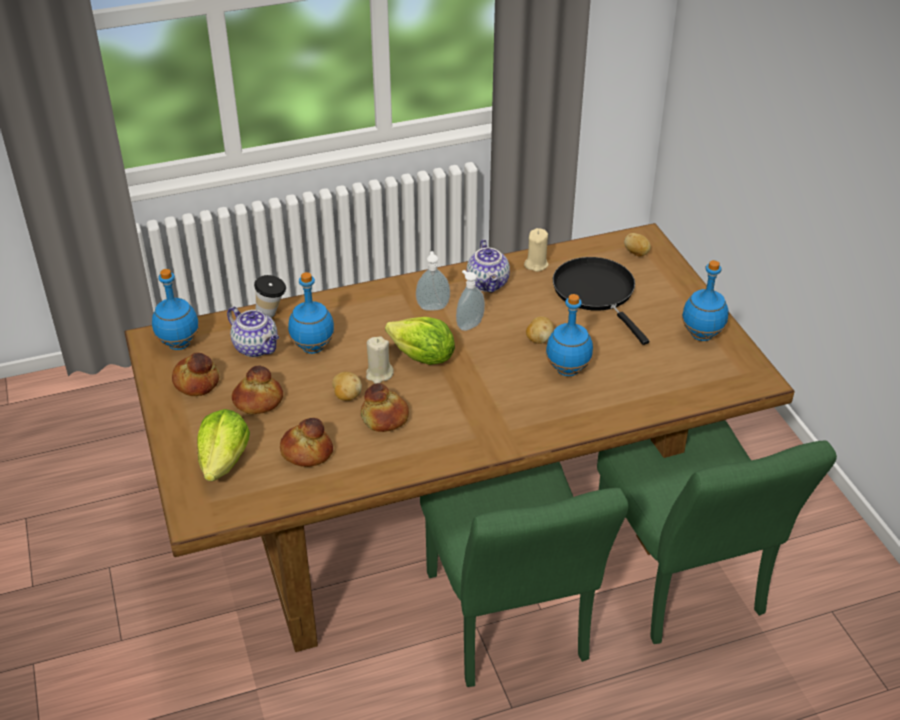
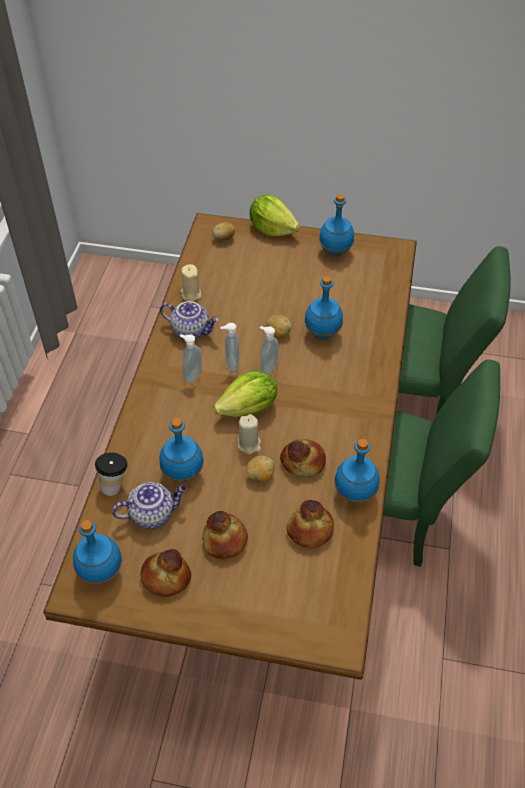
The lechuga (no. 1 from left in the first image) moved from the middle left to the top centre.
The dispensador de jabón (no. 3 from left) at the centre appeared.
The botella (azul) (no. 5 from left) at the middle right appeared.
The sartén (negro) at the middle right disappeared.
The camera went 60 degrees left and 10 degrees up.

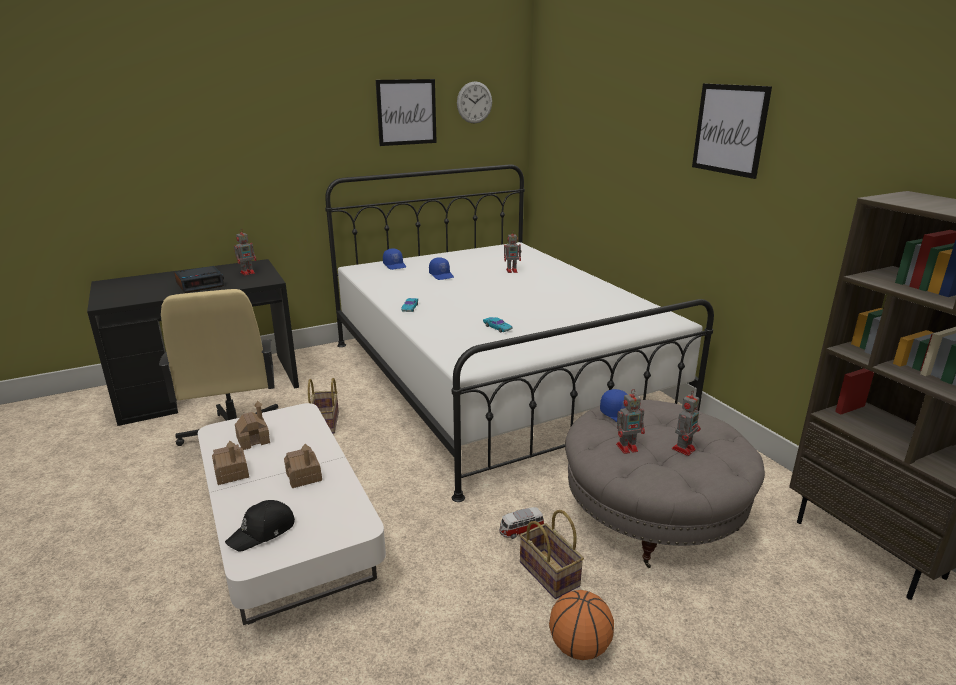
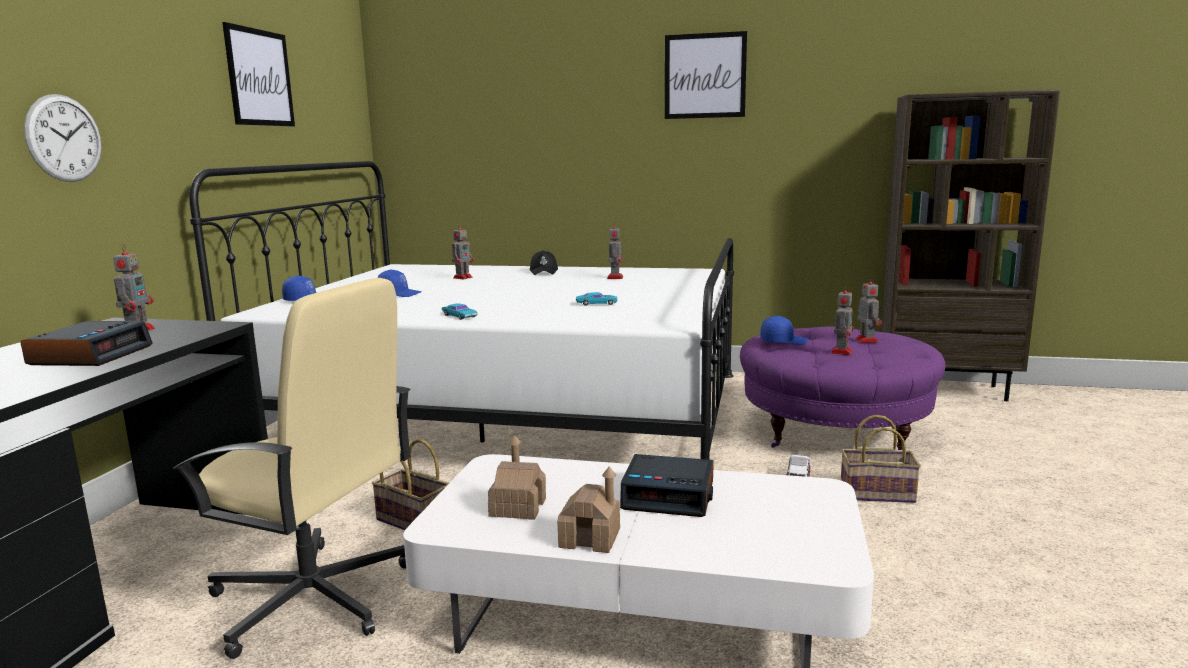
The reloj de pared moved from the top centre to the top left.
The gorra (negro) moved from the bottom left to the centre.
The robot de juguete (no. 3 from left) at the centre appeared.
The casita (no. 3 from left) at the bottom left was replaced by the despertador (no. 2 from left) at the bottom centre.
The puf (gris) at the bottom right became the puf (morado) at the middle right.
The balón de baloncesto at the bottom centre disappeared.
The camera went 50 degrees left and 10 degrees down.

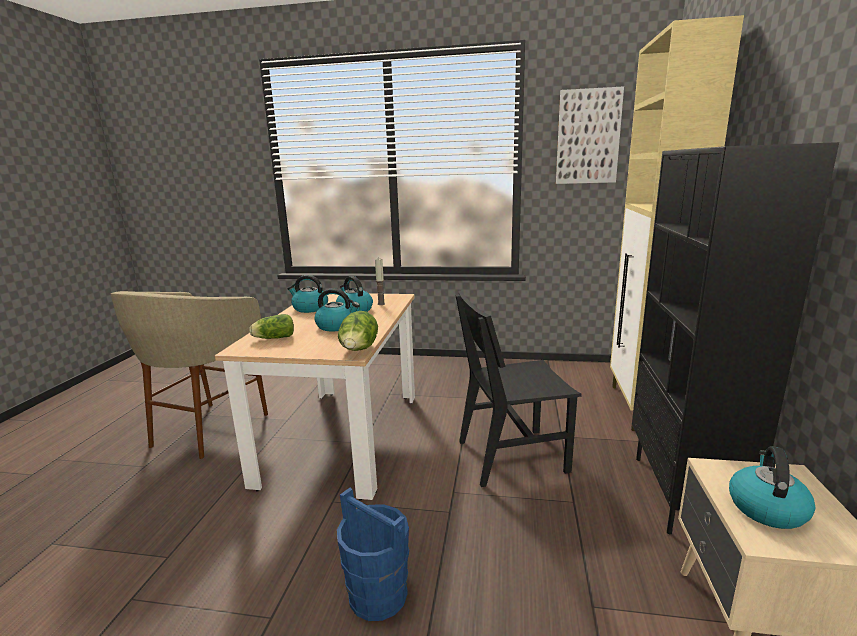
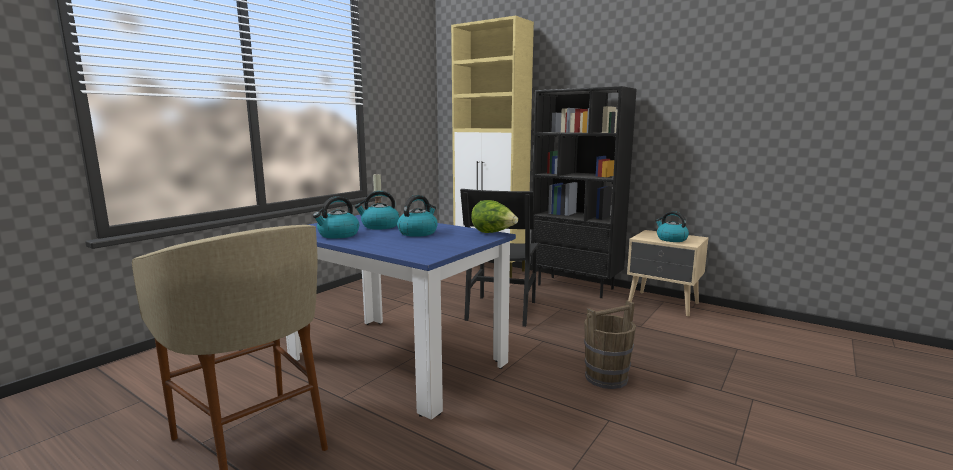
The mesa de comedor (beis) at the centre became the mesa de comedor (azul) at the bottom centre.
The cubo (azul) at the bottom centre became the cubo (marrón) at the bottom centre.
The lechuga (no. 1 from left) at the middle left disappeared.
The cuadro at the top right disappeared.
The camera went 65 degrees left and 5 degrees down.

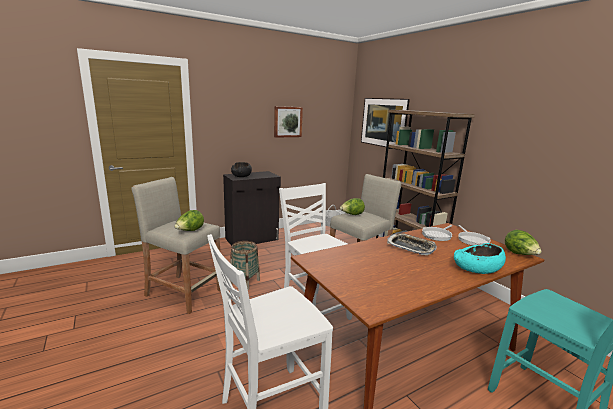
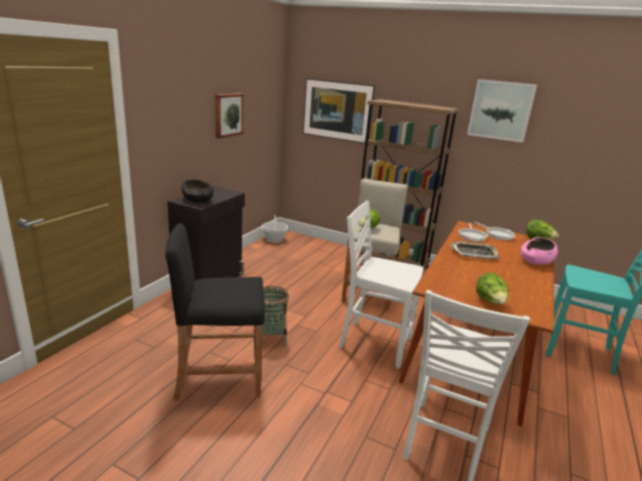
The taburete (beis) (no. 1 from left) at the middle left became the taburete (negro) at the centre.
The cuadro (no. 3 from left) at the top right appeared.
The lechuga (no. 1 from left in the first image) moved from the middle left to the middle right.
The cuenco (turquesa) at the middle right became the cuenco (rosa) at the middle right.
The camera went 35 degrees left and 5 degrees up.

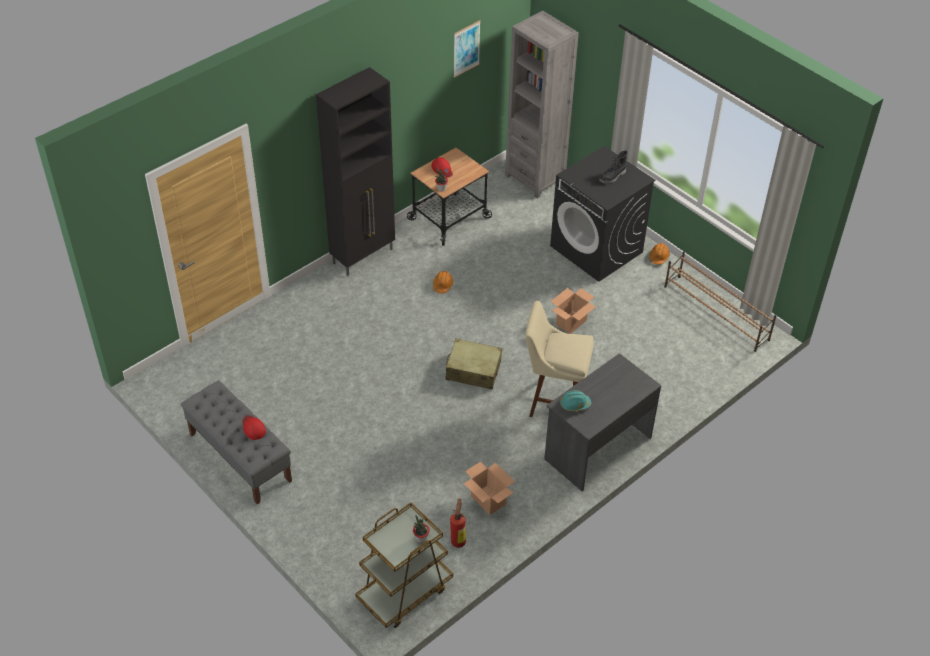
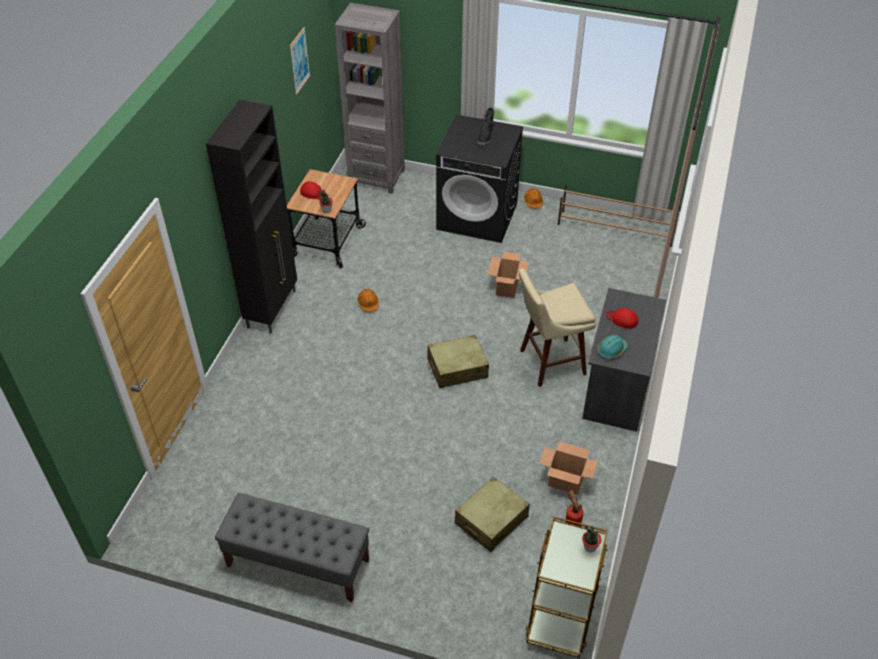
The maleta (beis) (no. 2 from left) at the bottom centre appeared.
The gorra (rojo) (no. 1 from left in the first image) moved from the middle left to the middle right.
The camera went 30 degrees left and 0 degrees up.

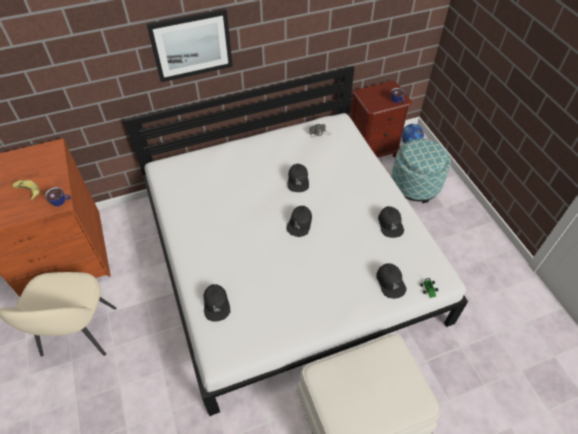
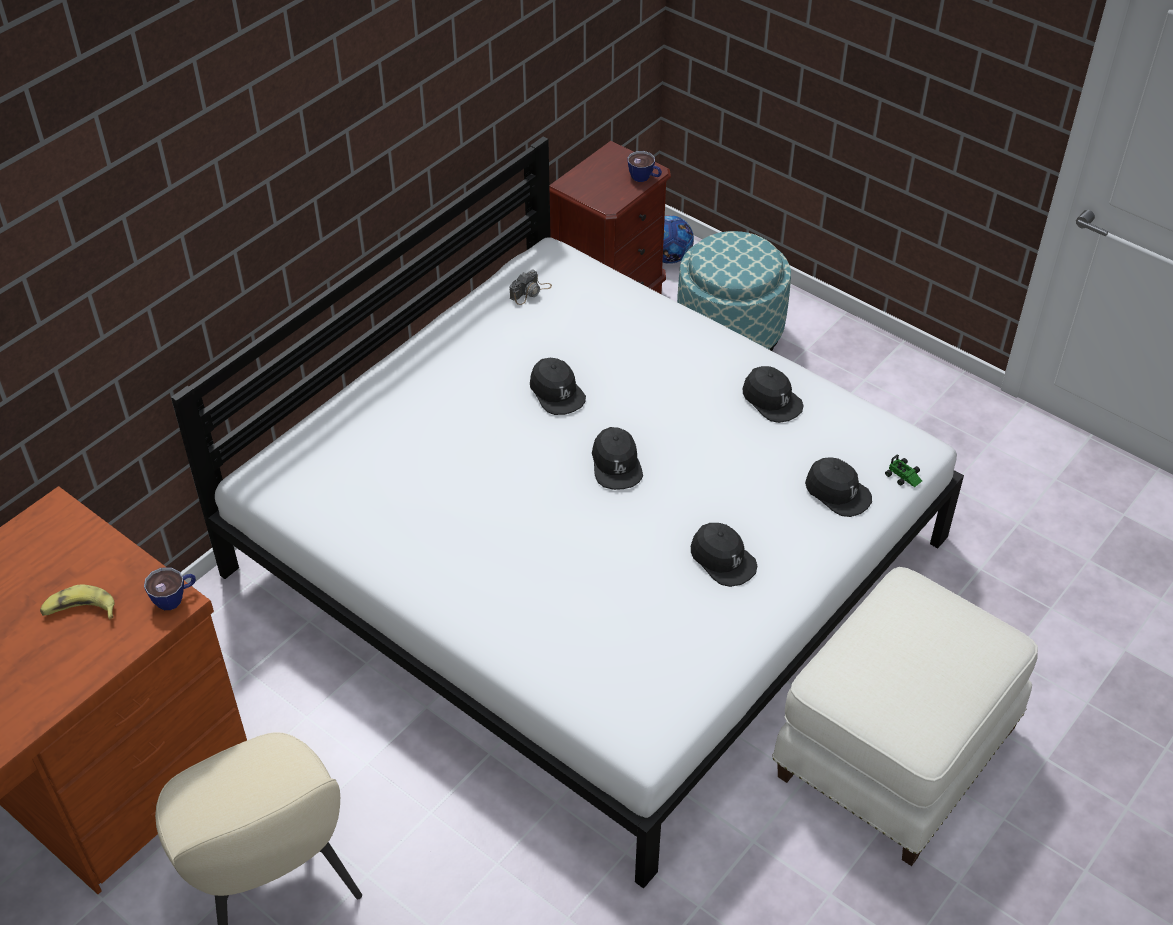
The gorra (negro) (no. 1 from left in the first image) moved from the bottom centre to the centre.
The cuadro at the top left disappeared.
The camera went 30 degrees left and 5 degrees down.

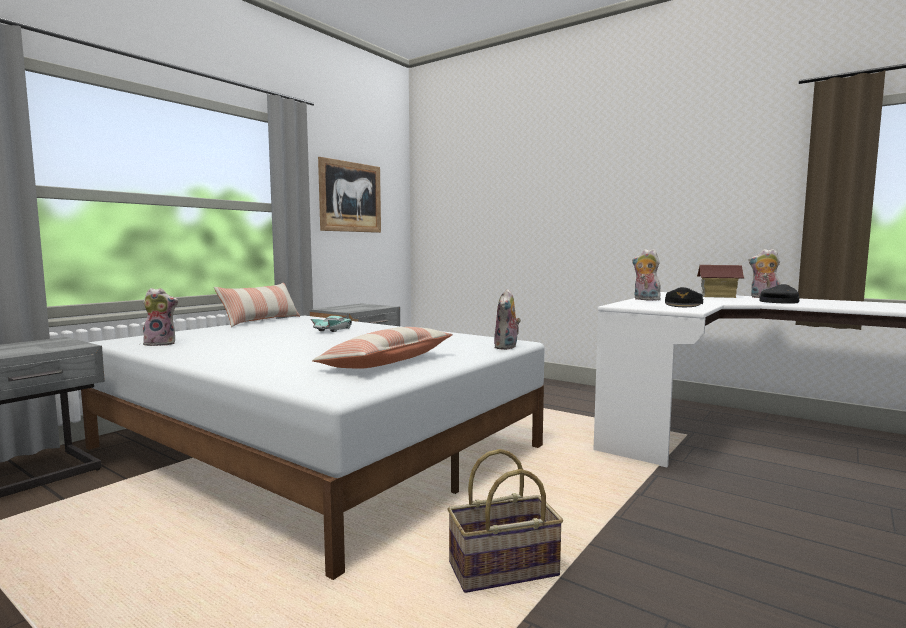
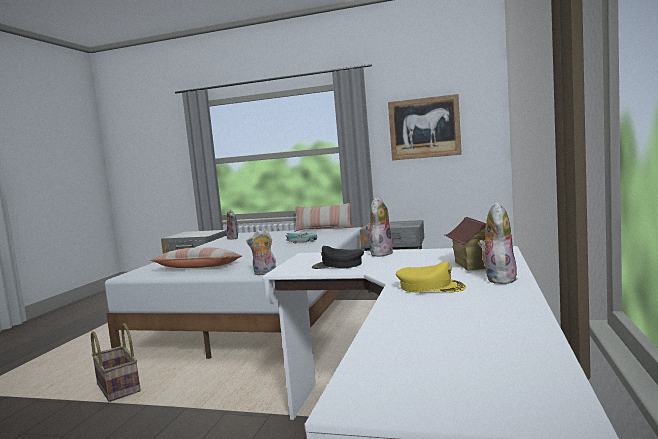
The gorra (negro) (no. 2 from left) at the middle right became the gorra (amarillo) at the centre.
The camera went 70 degrees right and 0 degrees up.

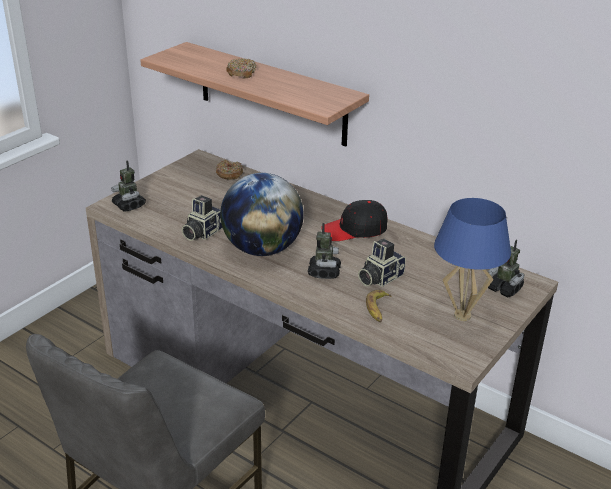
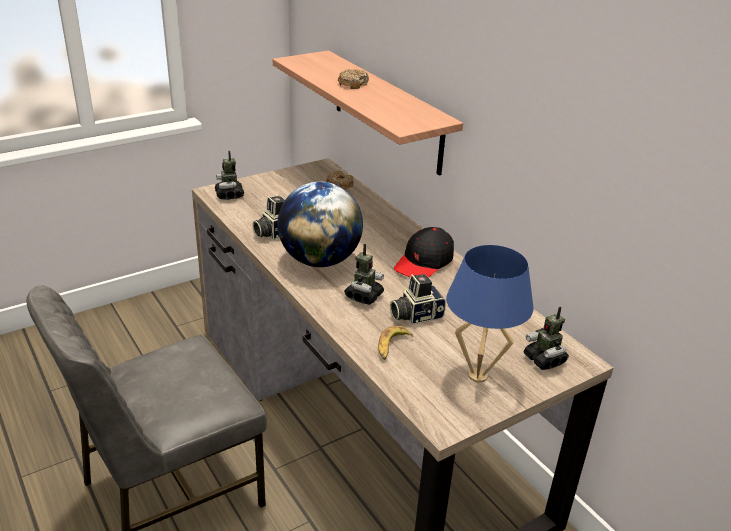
The gorra (negro) at the centre turned 60 degrees counterclockwise.
The camera went 20 degrees right and 0 degrees up.

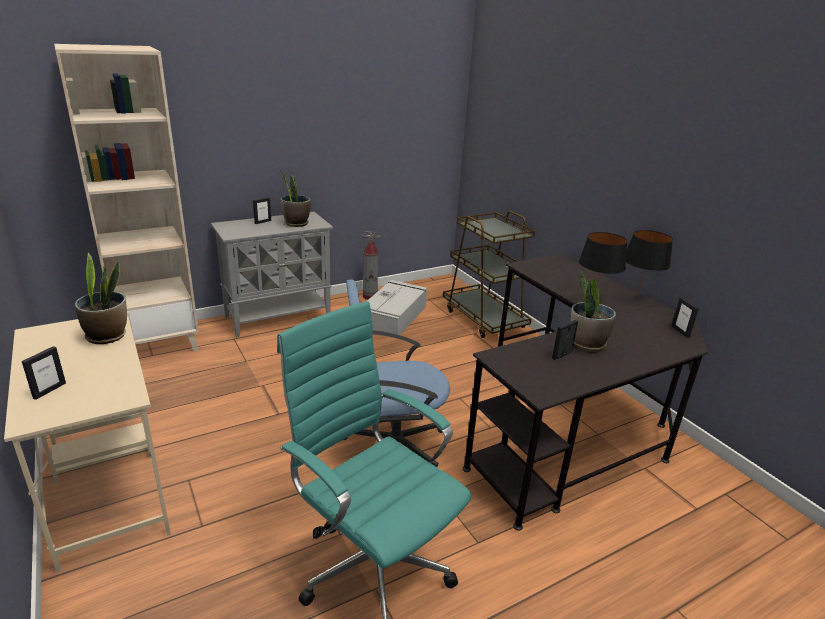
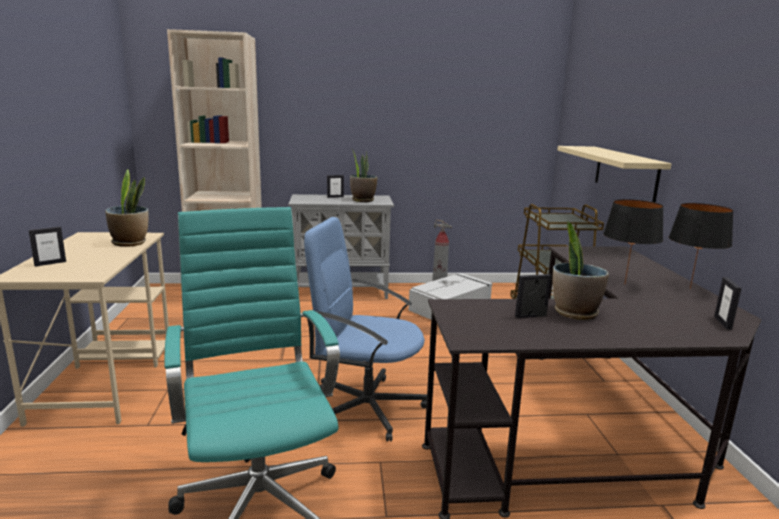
The estante (beis) at the middle right appeared.
The camera went 25 degrees right and 10 degrees down.

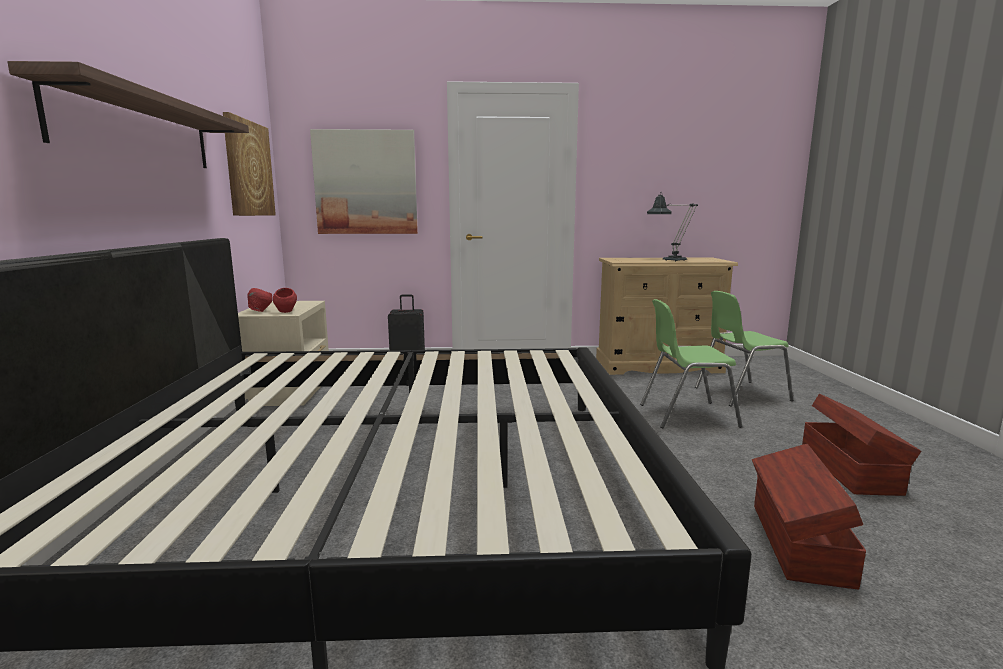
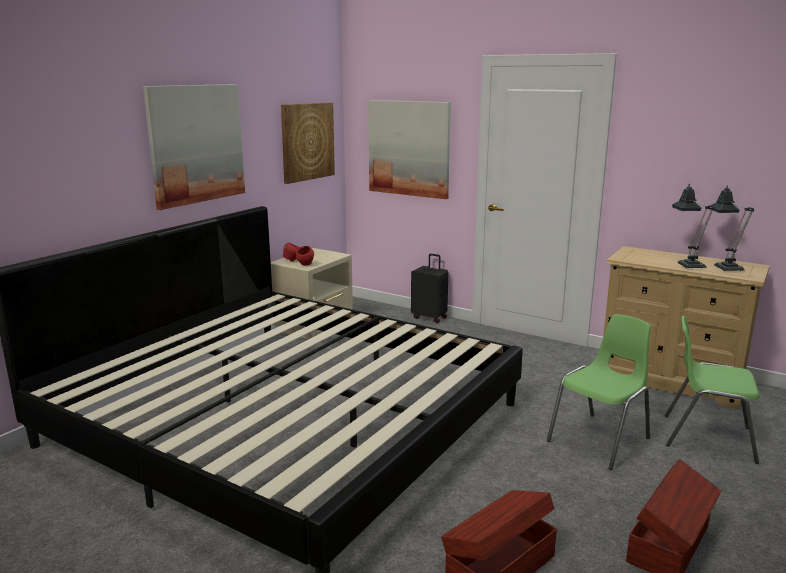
The estante at the top left was replaced by the cuadro (no. 1 from left) at the top left.
The silla (verde) (no. 1 from left) at the middle right turned 105 degrees clockwise.
The lámpara de mesa (no. 2 from left) at the middle right appeared.
The camera went 35 degrees right and 5 degrees up.

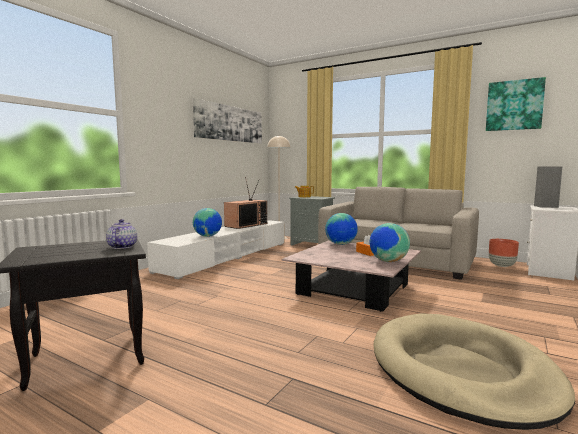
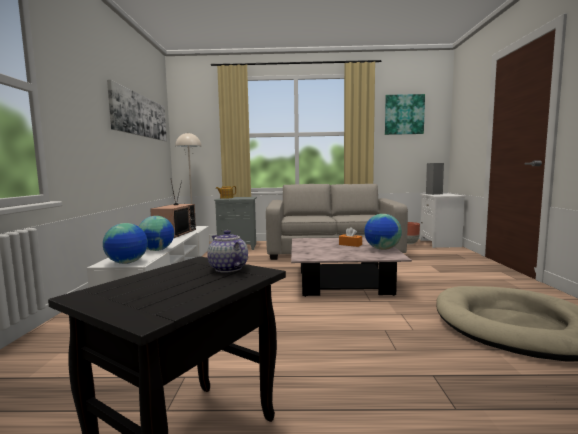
The globo terráqueo (no. 2 from left in the first image) moved from the centre to the middle left.
The camera went 30 degrees left and 0 degrees up.

